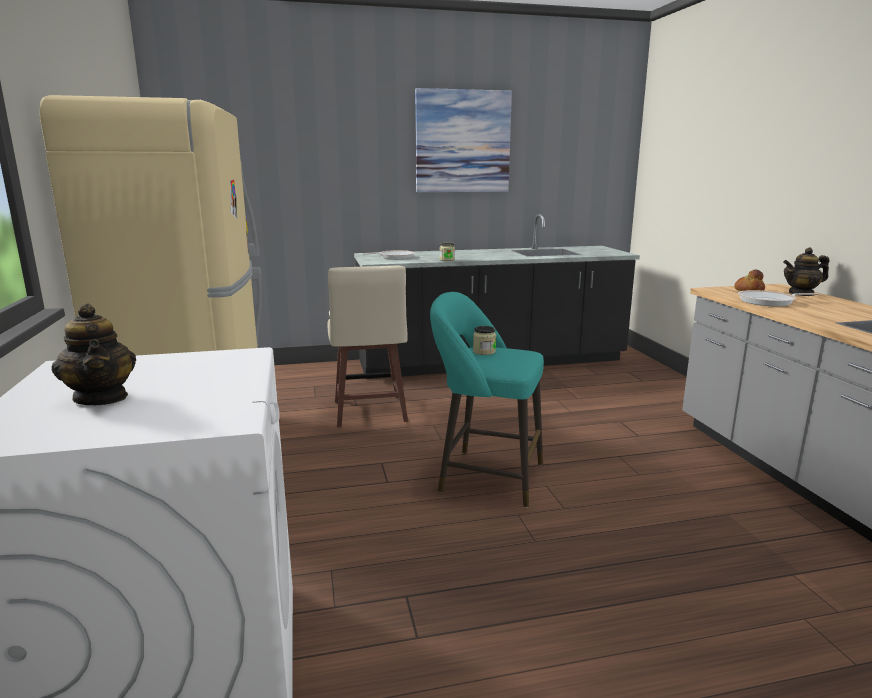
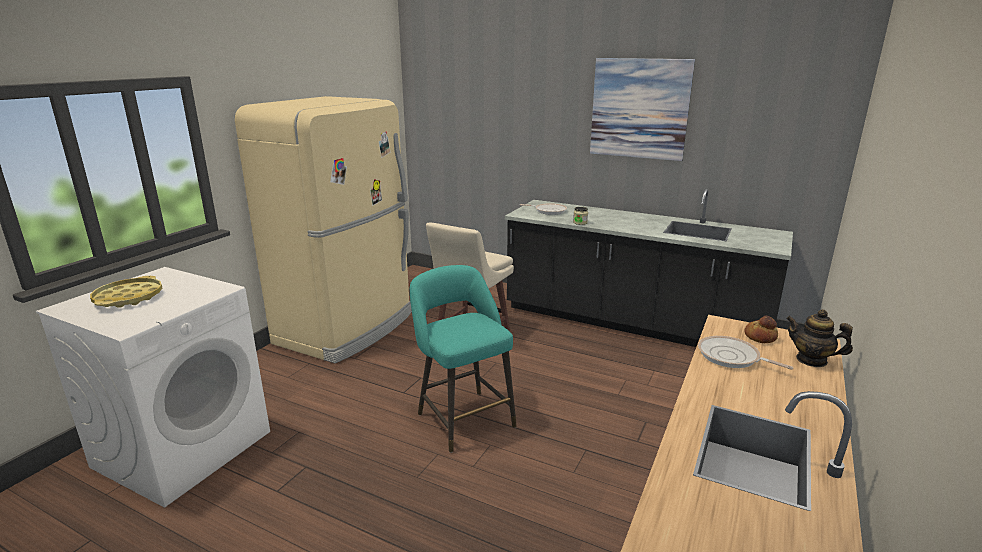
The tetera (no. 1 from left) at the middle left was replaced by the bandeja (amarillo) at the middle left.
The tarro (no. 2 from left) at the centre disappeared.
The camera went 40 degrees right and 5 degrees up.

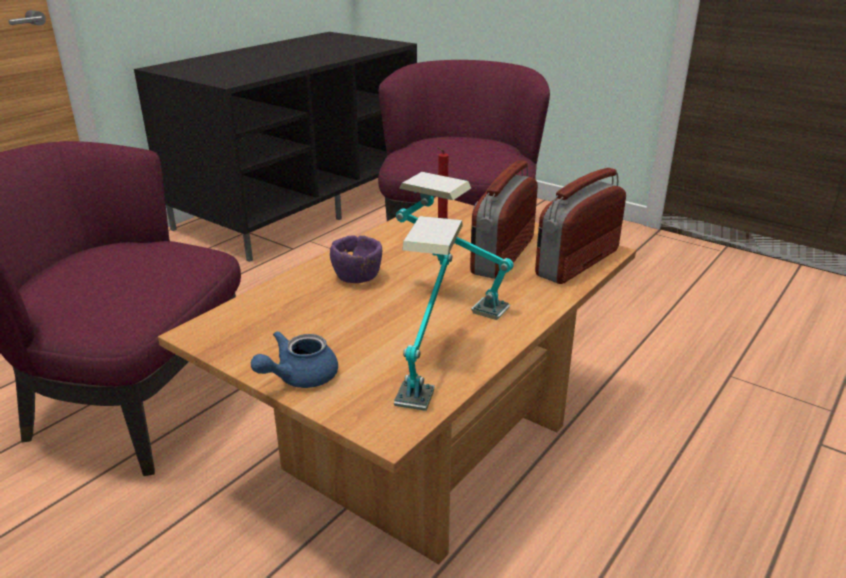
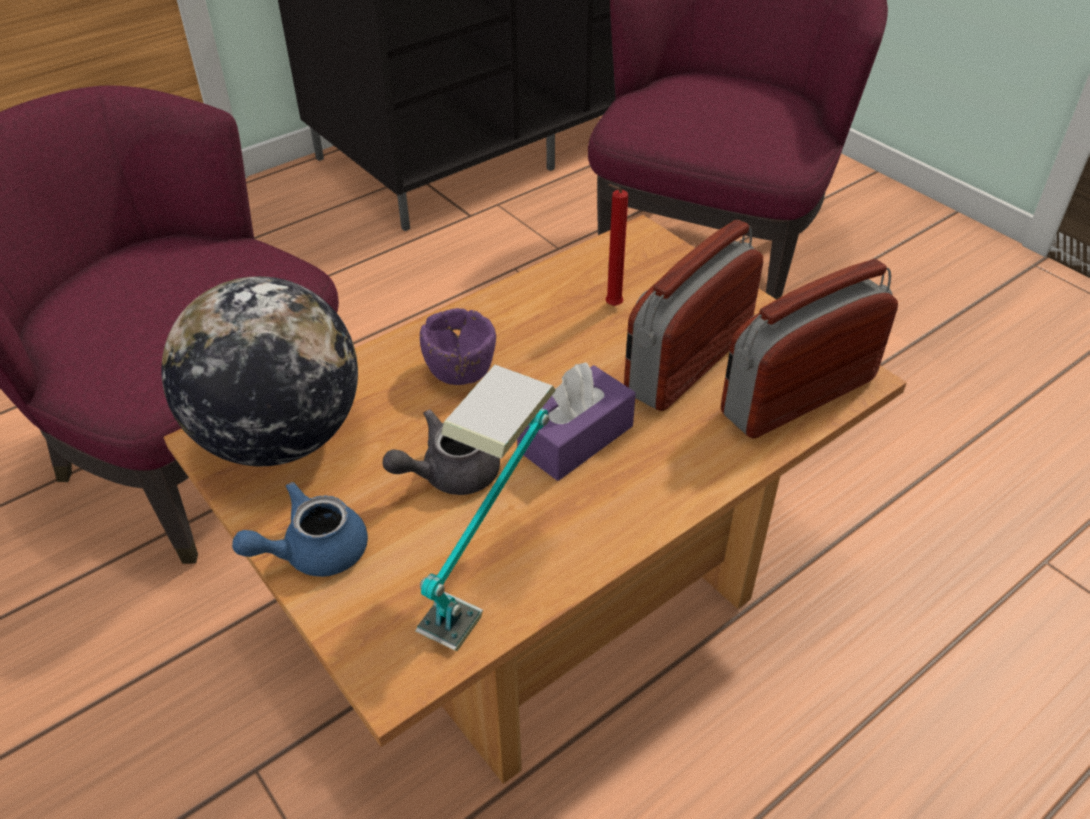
The globo terráqueo at the middle left appeared.
The tetera (gris) at the centre appeared.
The lámpara de mesa (no. 2 from left) at the centre was replaced by the caja de pañuelos (morado) at the centre.
The camera went 15 degrees right and 15 degrees up.

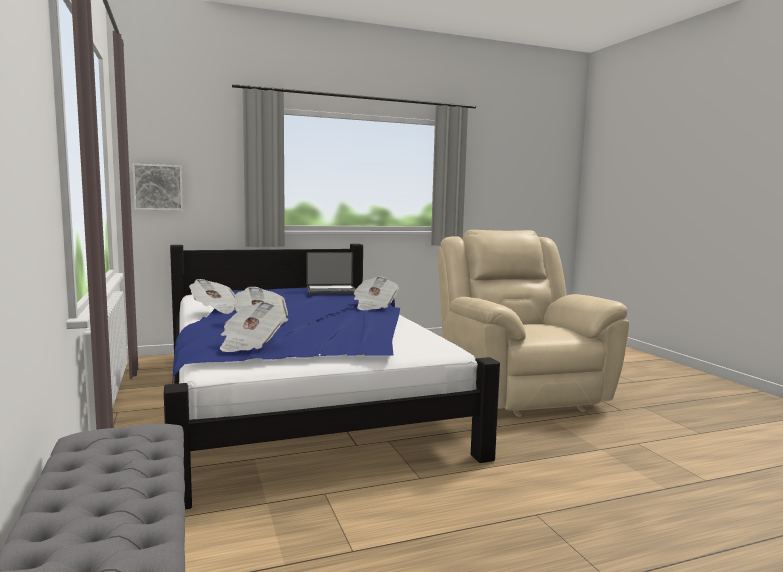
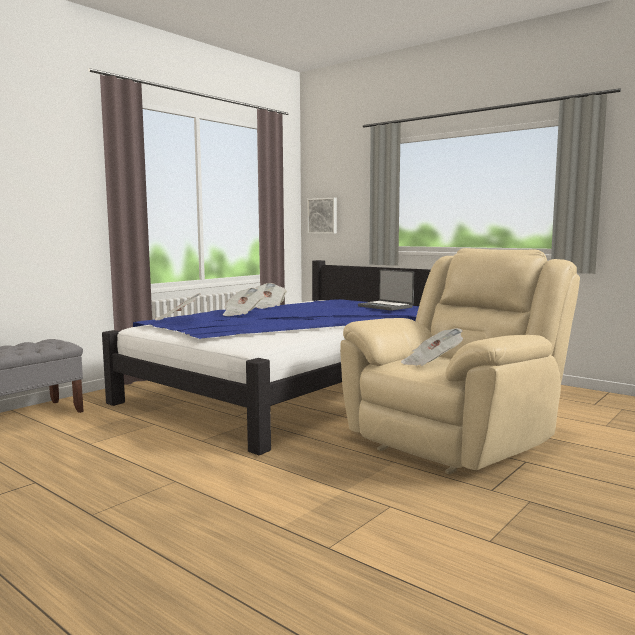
The periódico (no. 4 from left) moved from the centre to the middle right.
The camera went 60 degrees right and 0 degrees up.

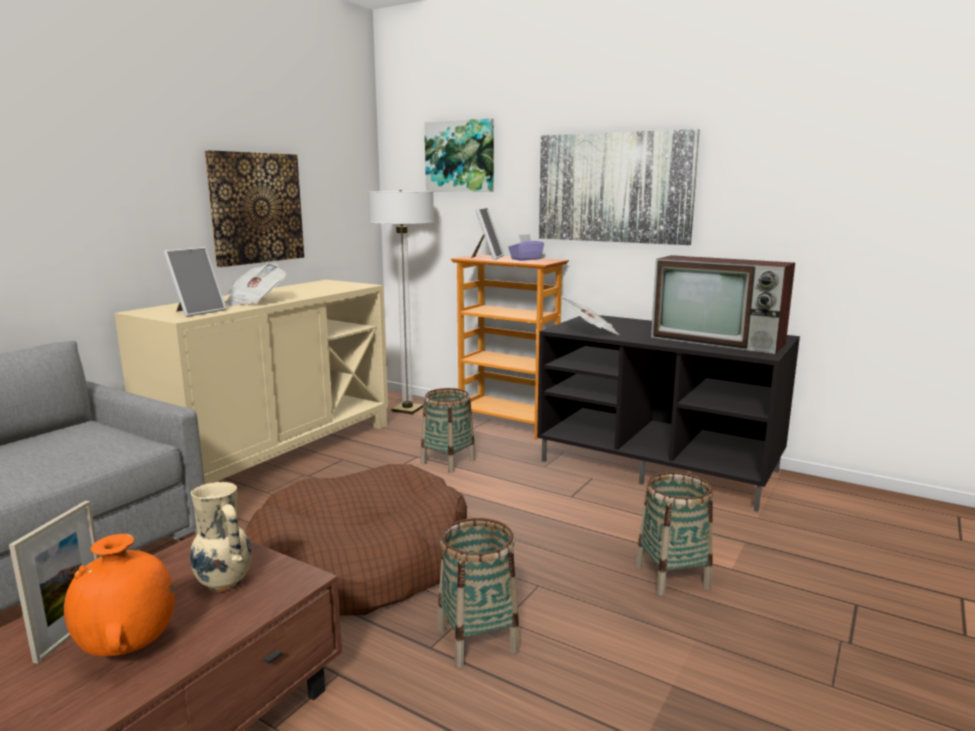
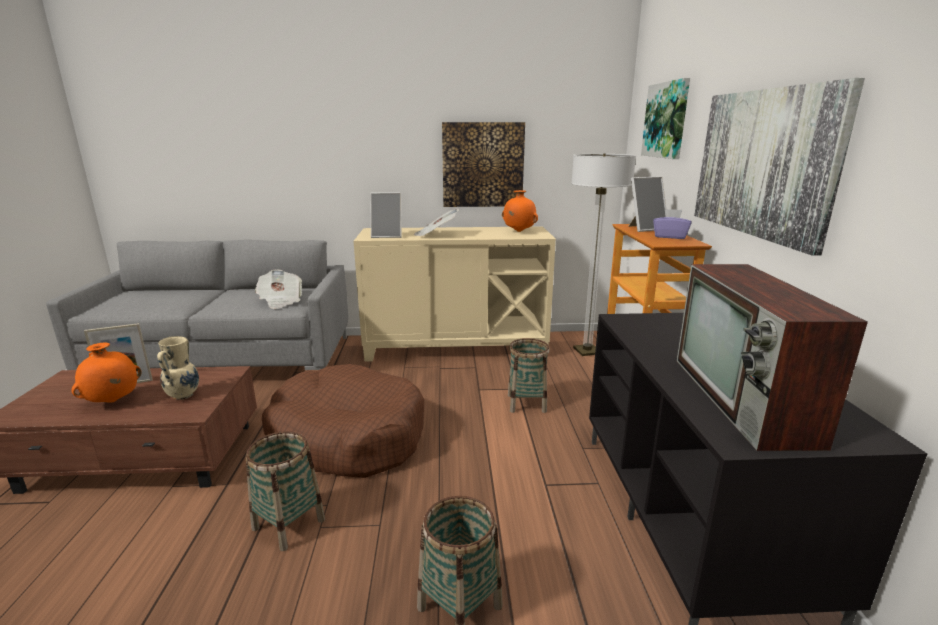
The periódico (no. 2 from left in the first image) moved from the centre to the middle left.
The florero (naranja) (no. 2 from left) at the centre appeared.
The camera went 55 degrees right and 5 degrees up.

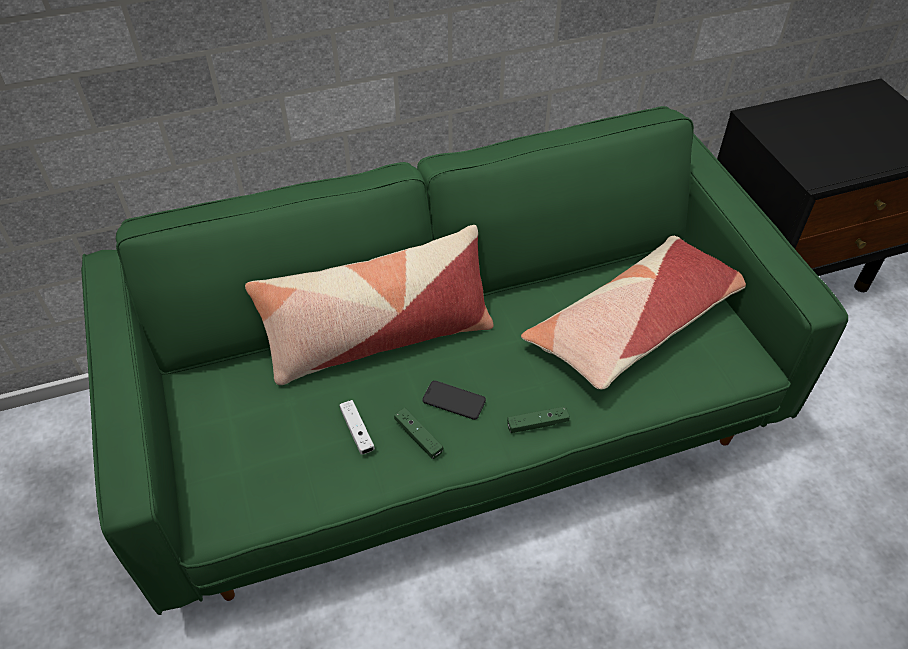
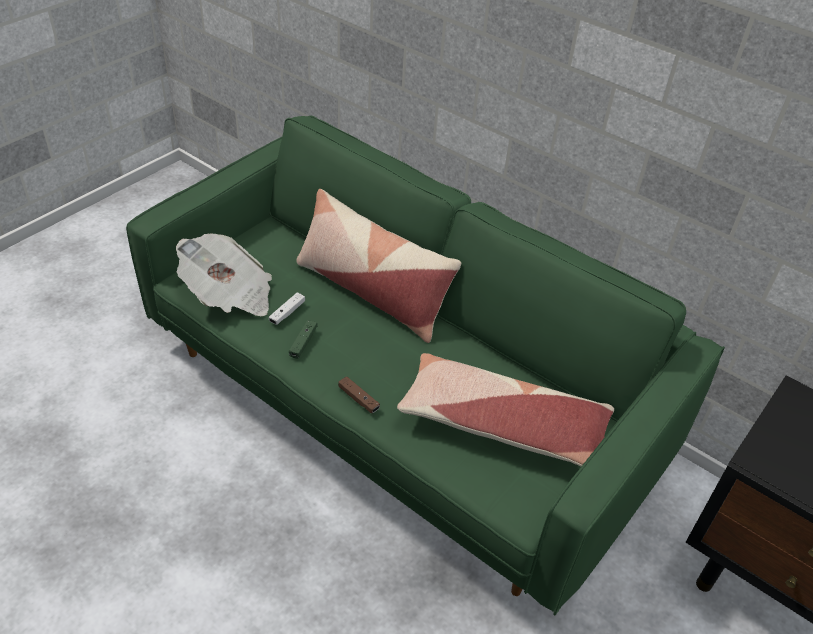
The periódico at the middle left appeared.
The mando de consola (verde) (no. 2 from left) at the centre became the mando de consola (marrón) at the centre.
The móvil at the centre disappeared.
The camera went 55 degrees right and 5 degrees down.

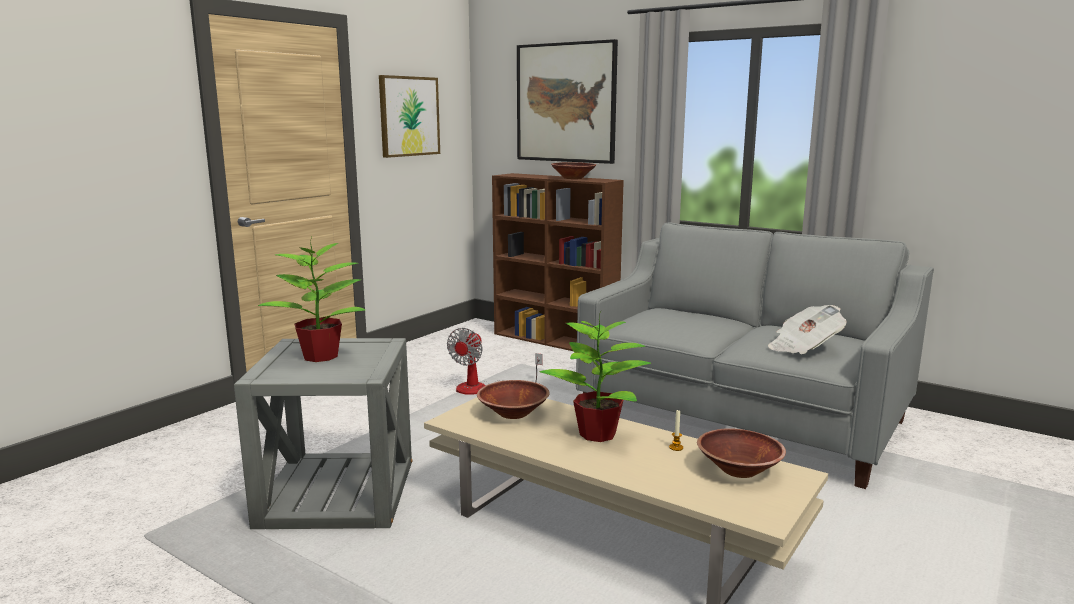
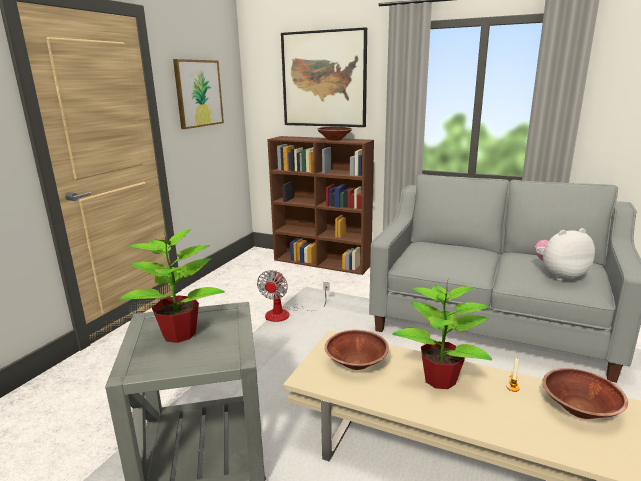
The periódico at the middle right was replaced by the peluche at the middle right.
The camera went 10 degrees left and 5 degrees up.

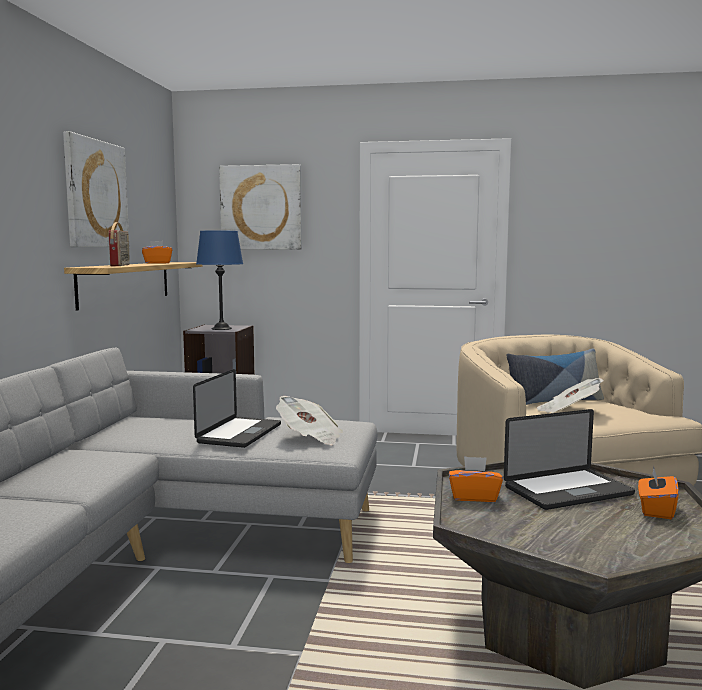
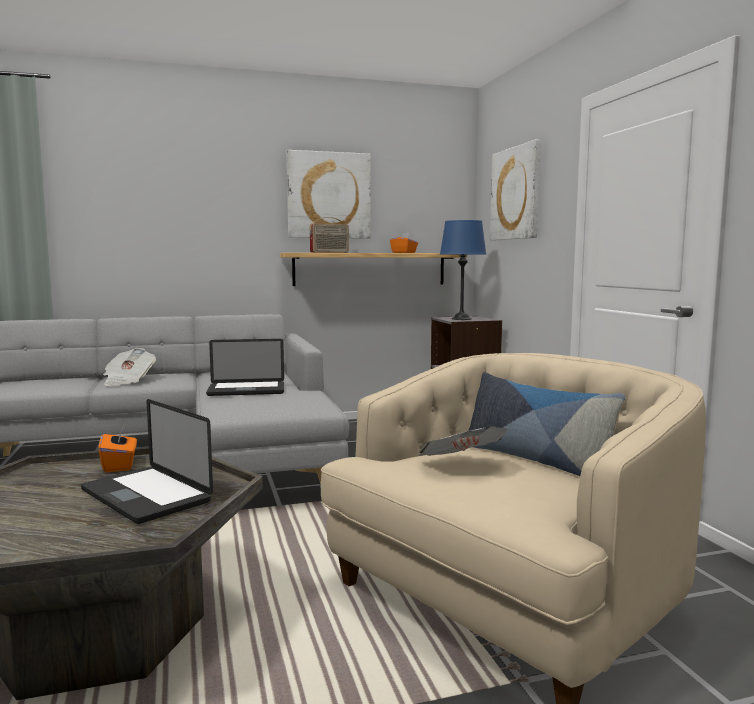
The periódico (no. 1 from left) moved from the centre to the middle left.
The caja de pañuelos (naranja) (no. 3 from left) at the bottom right disappeared.
The camera went 65 degrees right and 0 degrees up.

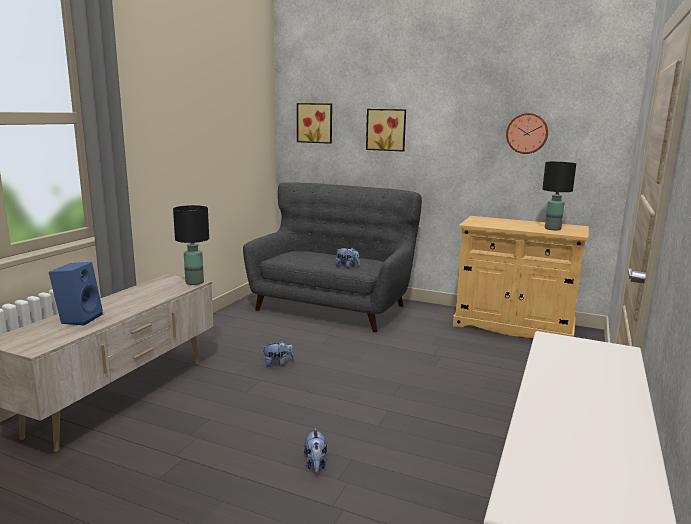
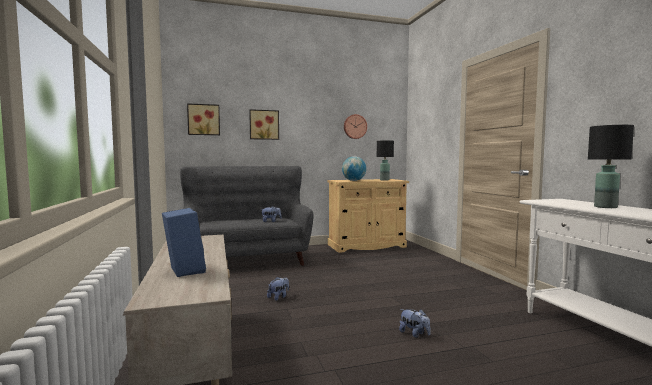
The globo terráqueo at the centre appeared.
The lámpara de mesa (negro) (no. 1 from left in the first image) moved from the middle left to the middle right.
The camera went 40 degrees left and 10 degrees down.

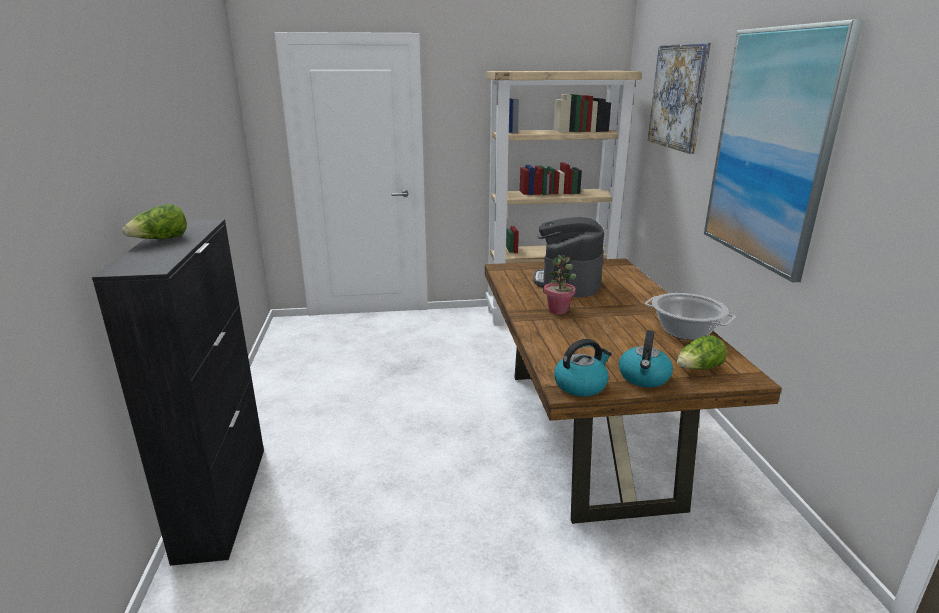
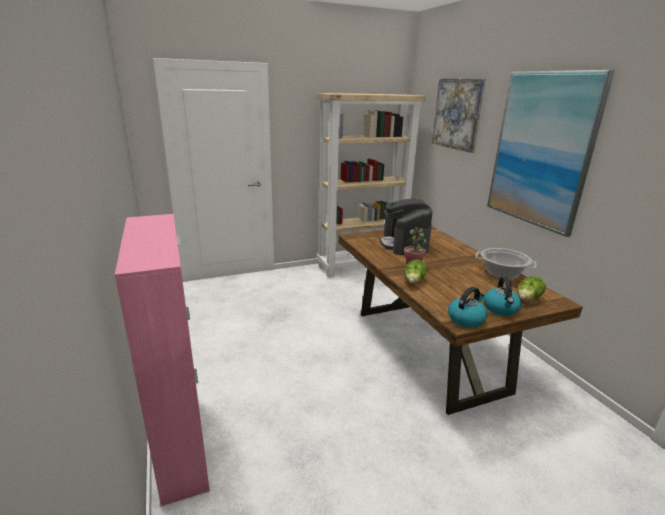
The armario (negro) at the middle left became the armario (rosa) at the bottom left.
The lechuga (no. 1 from left) moved from the middle left to the centre.
The camera went 15 degrees left and 0 degrees up.

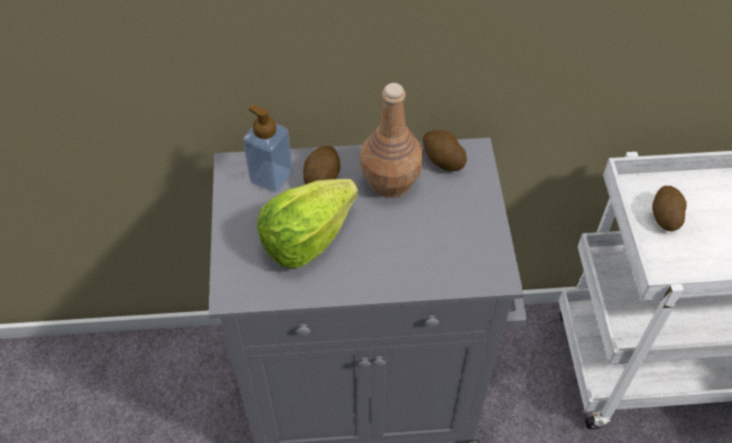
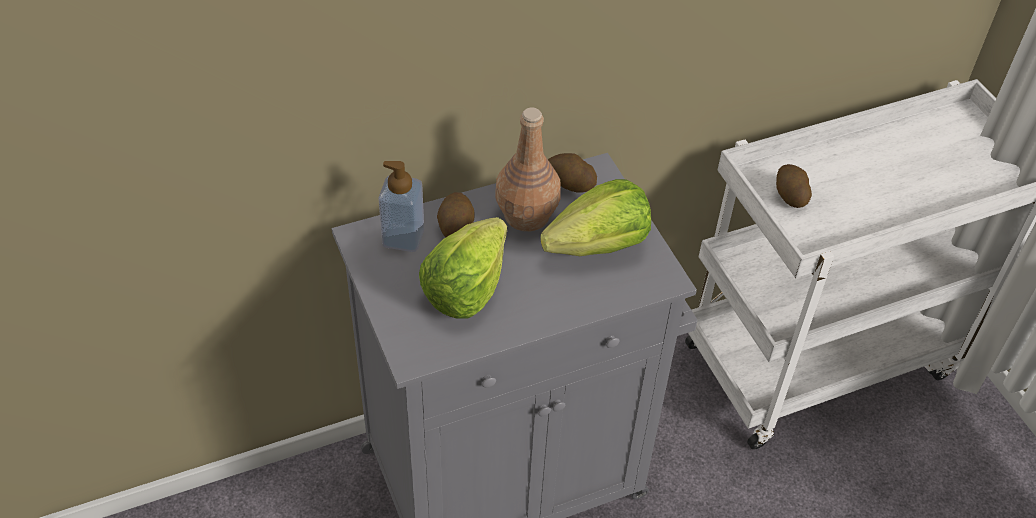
The lechuga (no. 2 from left) at the centre appeared.
The camera went 20 degrees left and 5 degrees down.

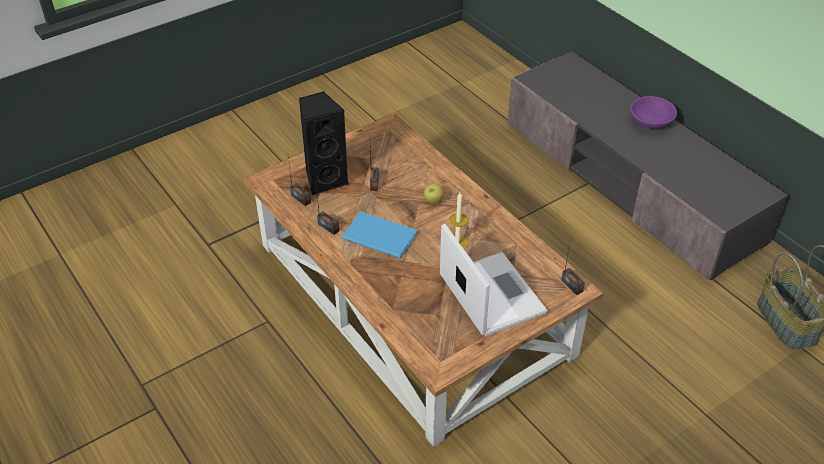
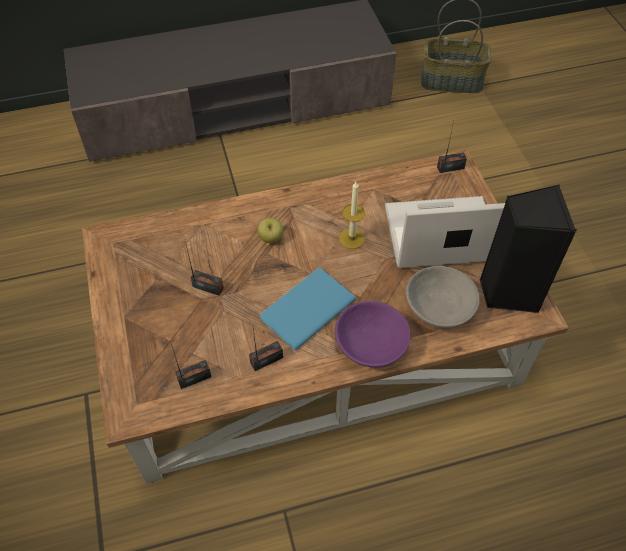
The cuenco (morado) moved from the top right to the centre.
The cuenco (gris) at the middle right appeared.
The altavoz (negro) moved from the top centre to the middle right.
The camera went 70 degrees left and 10 degrees up.

